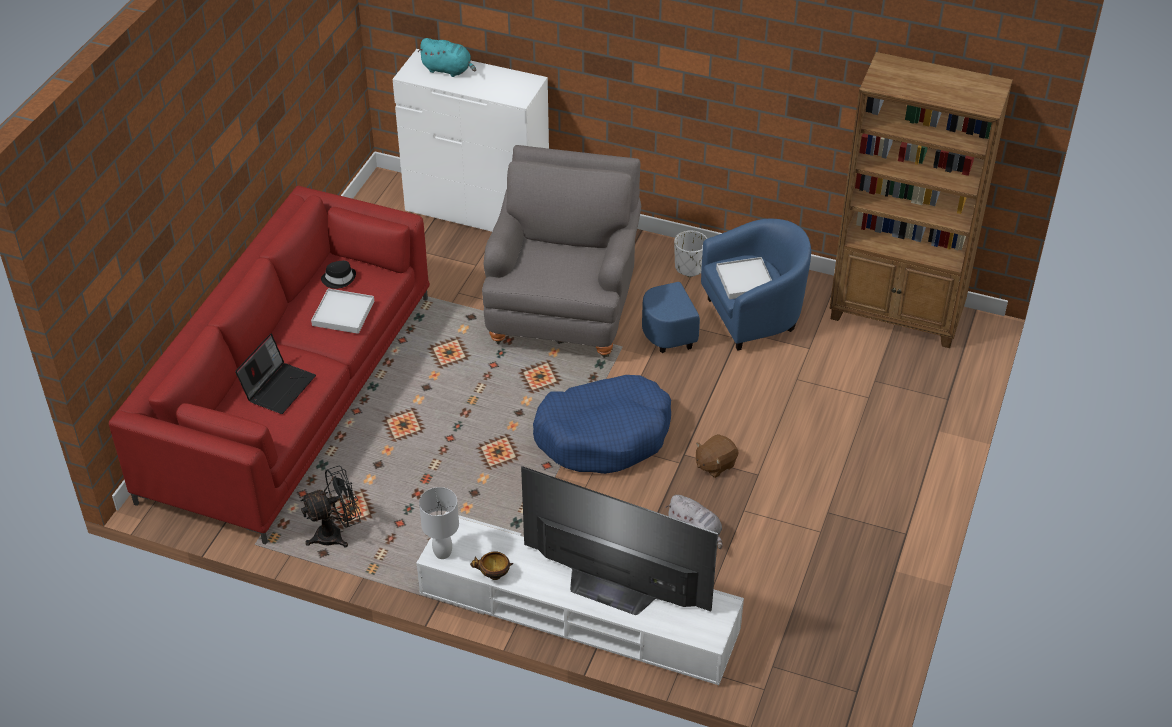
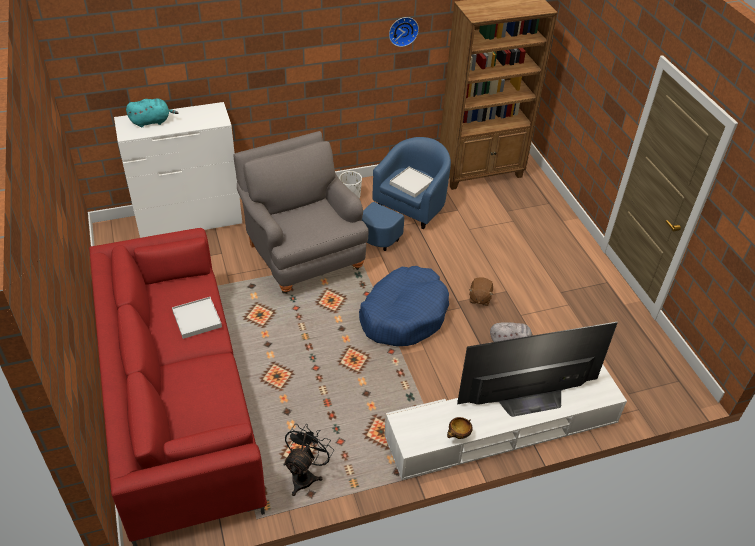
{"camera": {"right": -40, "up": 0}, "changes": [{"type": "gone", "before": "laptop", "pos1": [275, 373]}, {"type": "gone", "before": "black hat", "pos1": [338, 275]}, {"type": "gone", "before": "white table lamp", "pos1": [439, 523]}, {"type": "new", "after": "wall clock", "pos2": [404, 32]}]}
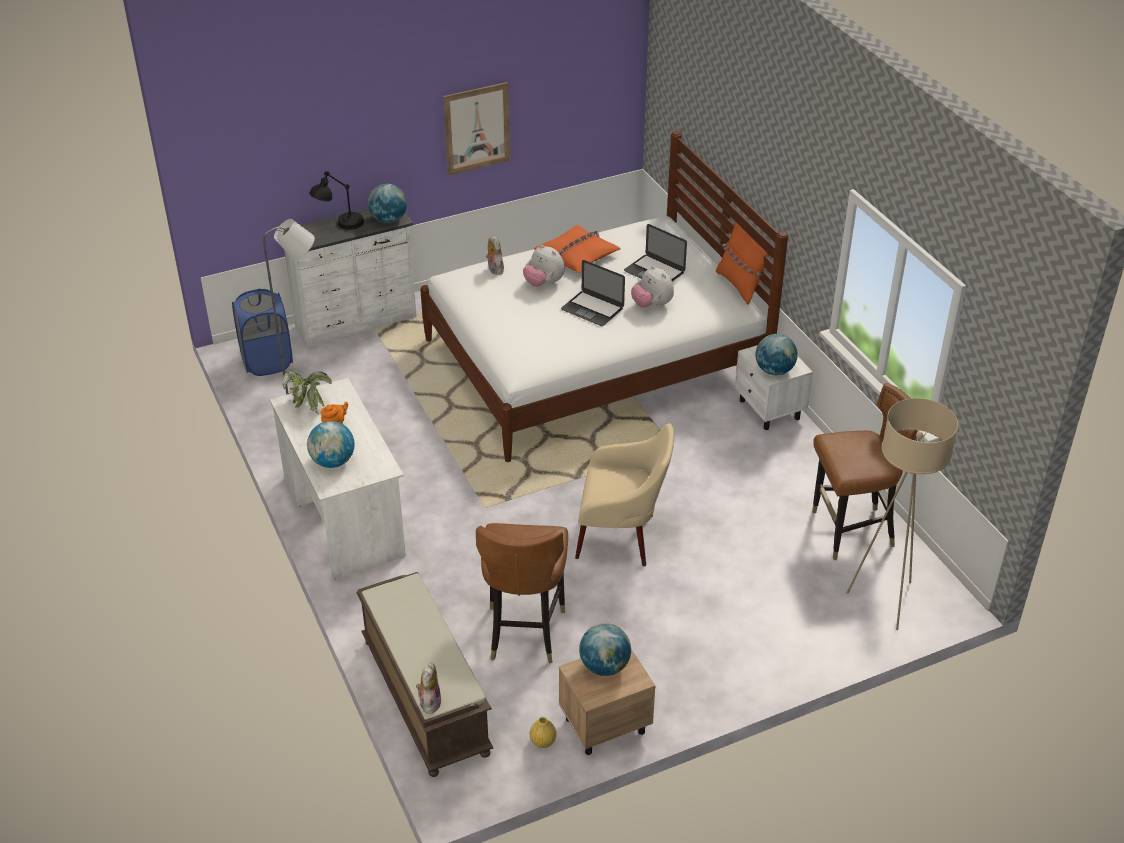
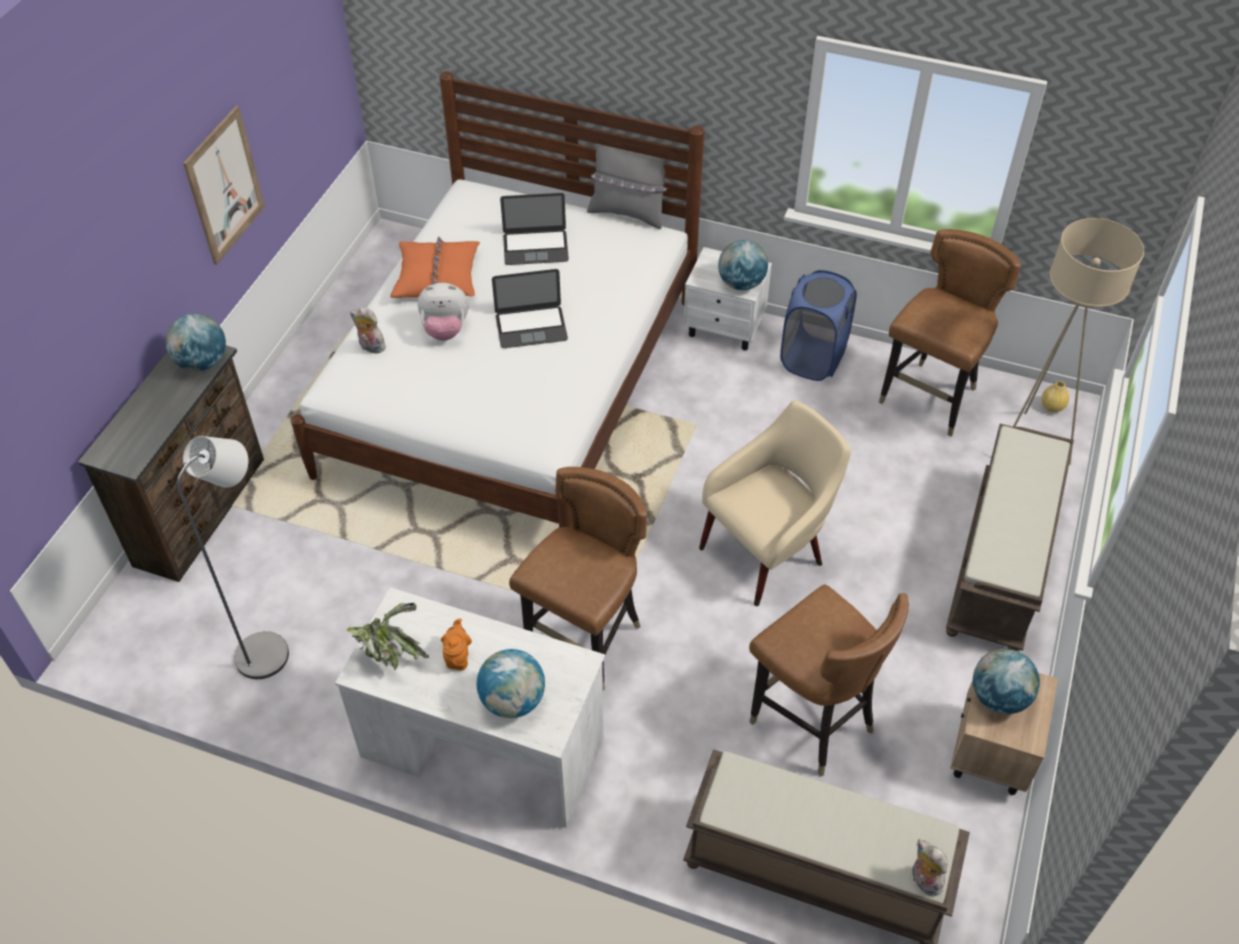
{"camera": {"right": -45, "up": 10}, "changes": [{"type": "gone", "before": "black table lamp", "pos1": [336, 200]}, {"type": "gone", "before": "plush toy", "pos1": [652, 287]}, {"type": "new", "after": "brown chair", "pos2": [578, 579]}, {"type": "new", "after": "brown bench", "pos2": [1010, 538]}, {"type": "shifted", "before": "blue laundry basket", "pos1": [262, 332], "pos2": [818, 325]}, {"type": "shifted", "before": "yellow vase", "pos1": [543, 732], "pos2": [1055, 396]}, {"type": "repainted", "before": "white dresser", "after": "brown dresser", "pos1": [350, 278], "pos2": [171, 464]}, {"type": "repainted", "before": "orange pillow", "after": "grey pillow", "pos1": [742, 264], "pos2": [627, 186]}]}
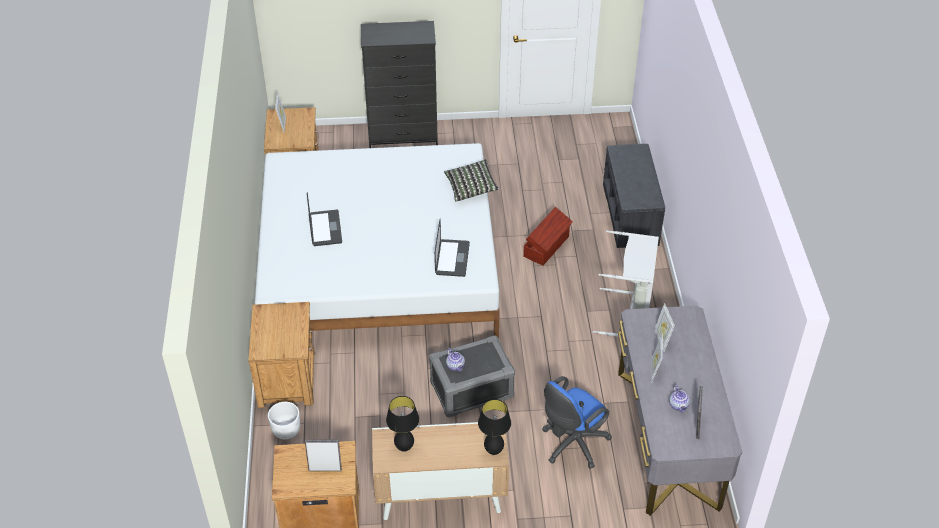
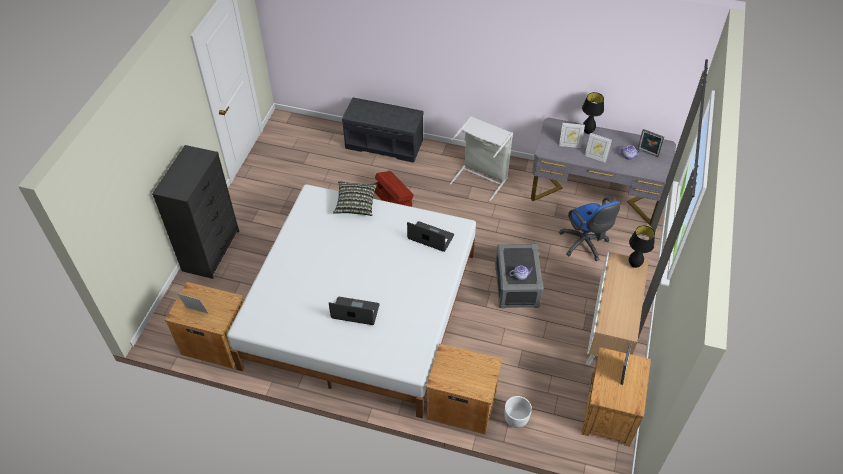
{"camera": {"right": -70, "up": 5}, "changes": [{"type": "shifted", "before": "black table lamp", "pos1": [402, 424], "pos2": [593, 113]}]}
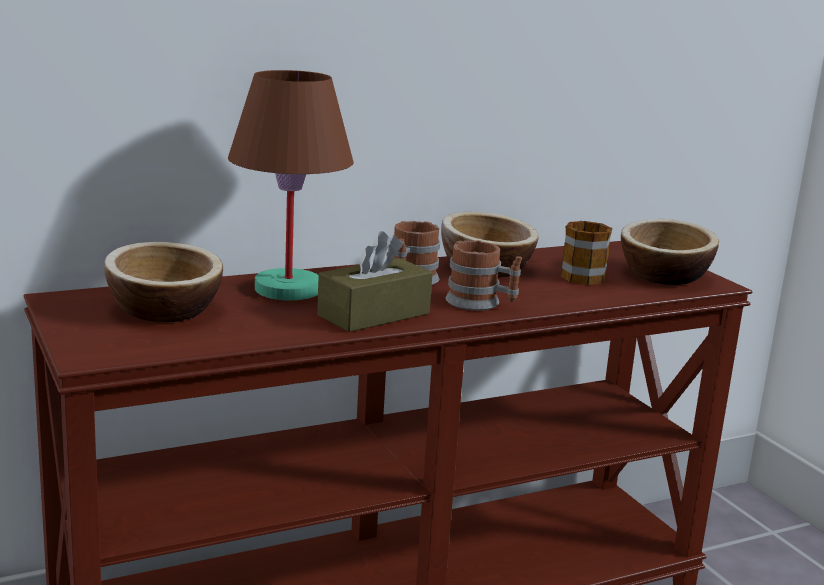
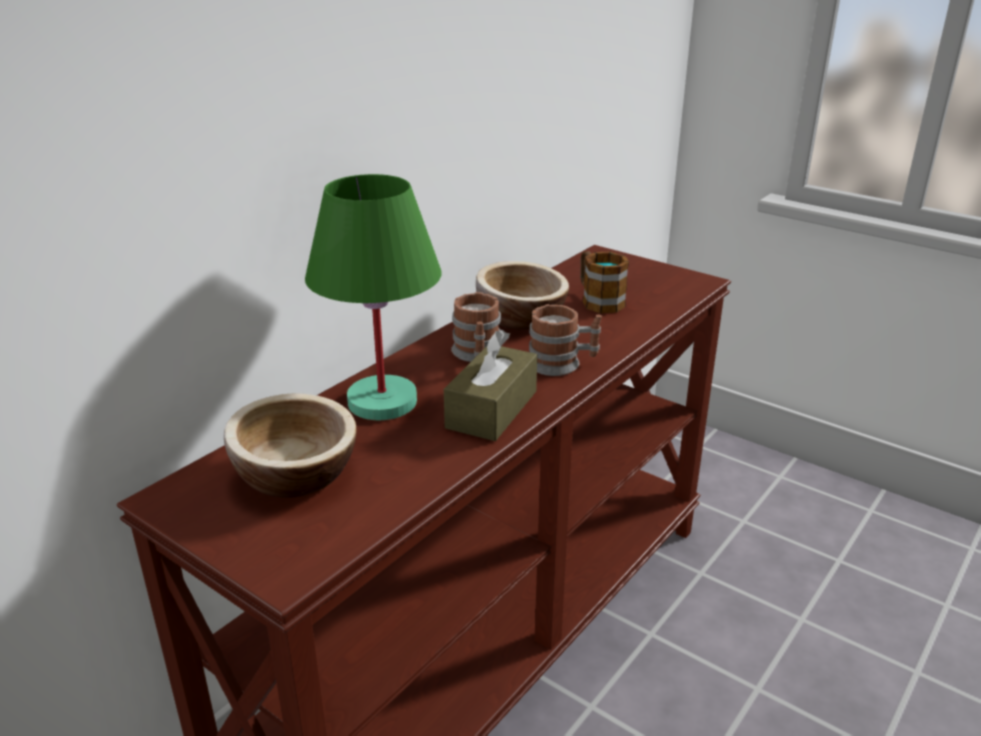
{"camera": {"right": -25, "up": 10}, "changes": [{"type": "gone", "before": "bowl", "pos1": [670, 252]}, {"type": "repainted", "before": "brown table lamp", "after": "green table lamp", "pos1": [291, 185], "pos2": [373, 297]}]}
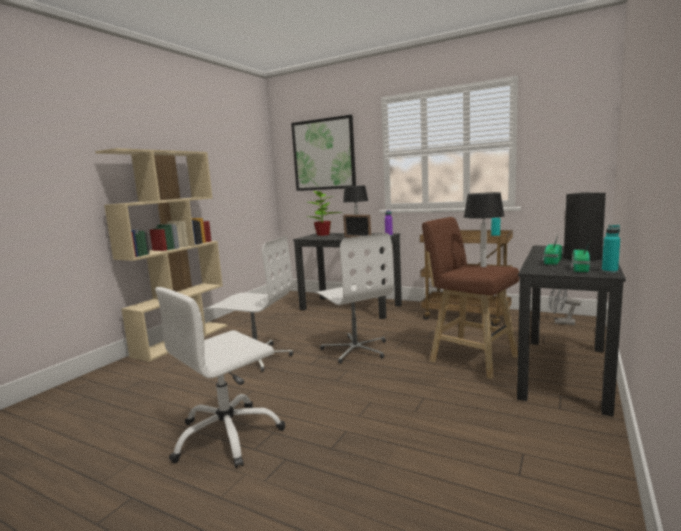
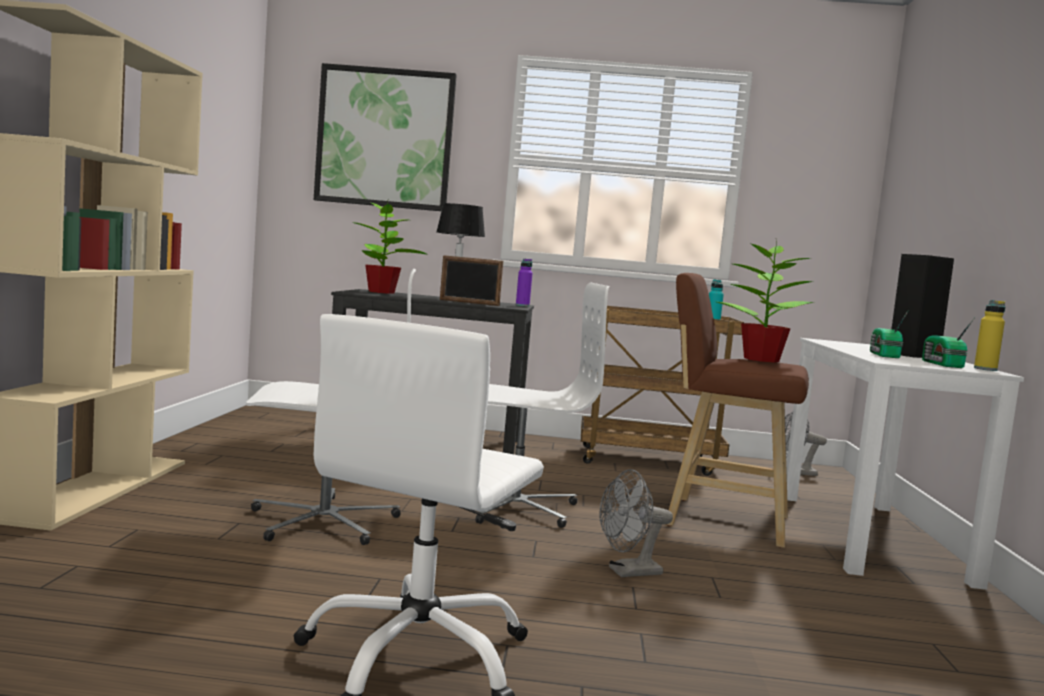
{"camera": {"right": -25, "up": -5}, "changes": [{"type": "new", "after": "grey fan", "pos2": [636, 523]}, {"type": "swapped", "before": "table lamp", "after": "potted plant", "pos1": [484, 229], "pos2": [765, 301]}, {"type": "repainted", "before": "black desk", "after": "white desk", "pos1": [571, 331], "pos2": [905, 464]}, {"type": "repainted", "before": "turquoise bottle", "after": "yellow bottle", "pos1": [611, 249], "pos2": [989, 335]}, {"type": "rotated", "before": "white office chair", "pos1": [354, 298], "pos2": [542, 405], "turn": -45}]}
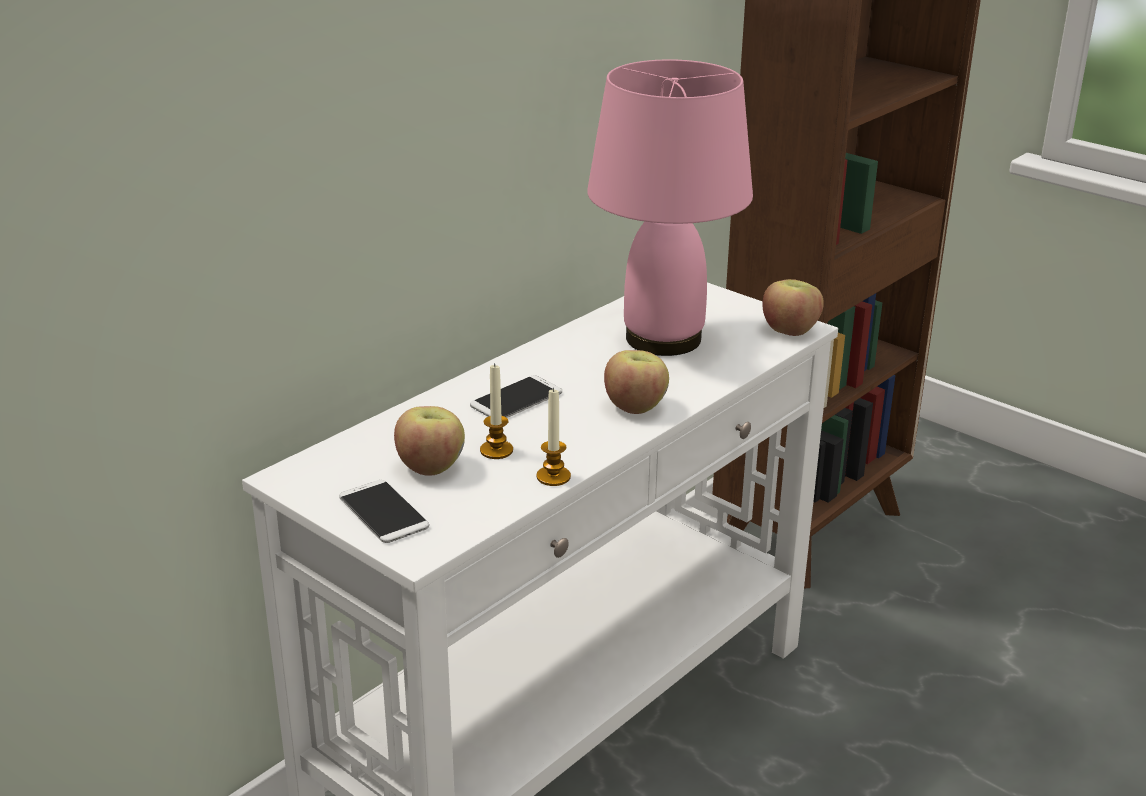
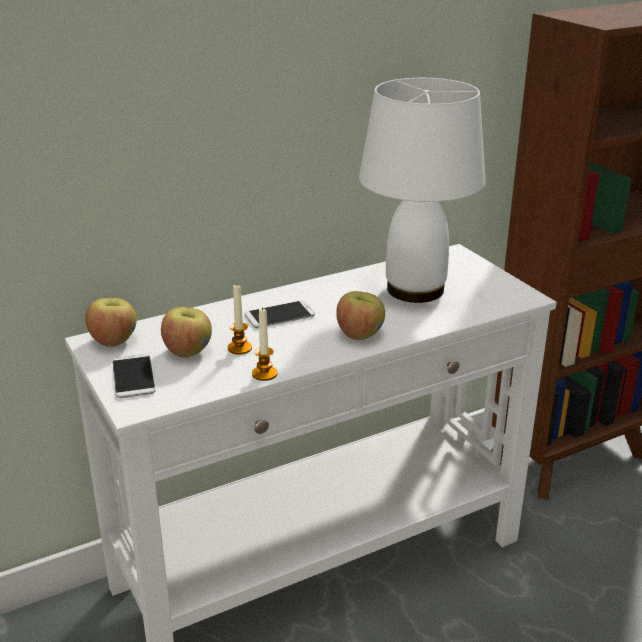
{"camera": {"right": 20, "up": 0}, "changes": [{"type": "shifted", "before": "apple", "pos1": [793, 307], "pos2": [111, 322]}, {"type": "repainted", "before": "pink table lamp", "after": "white table lamp", "pos1": [670, 207], "pos2": [422, 190]}]}
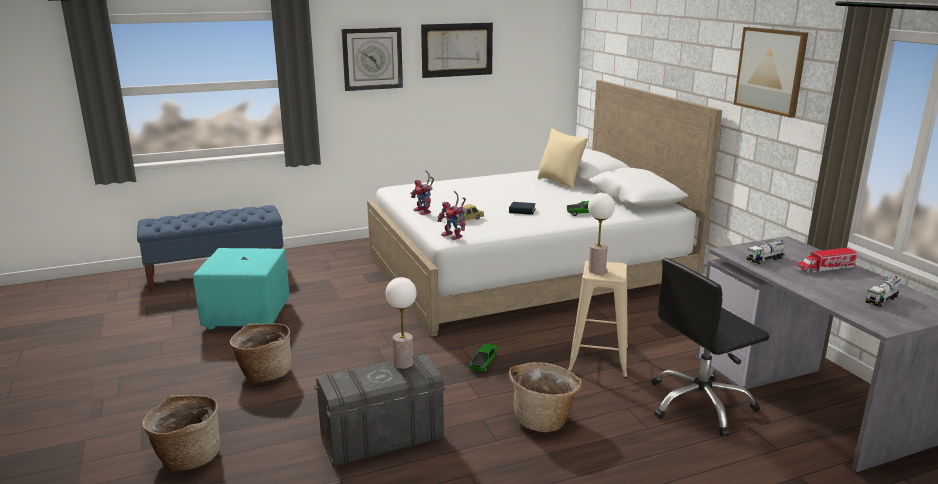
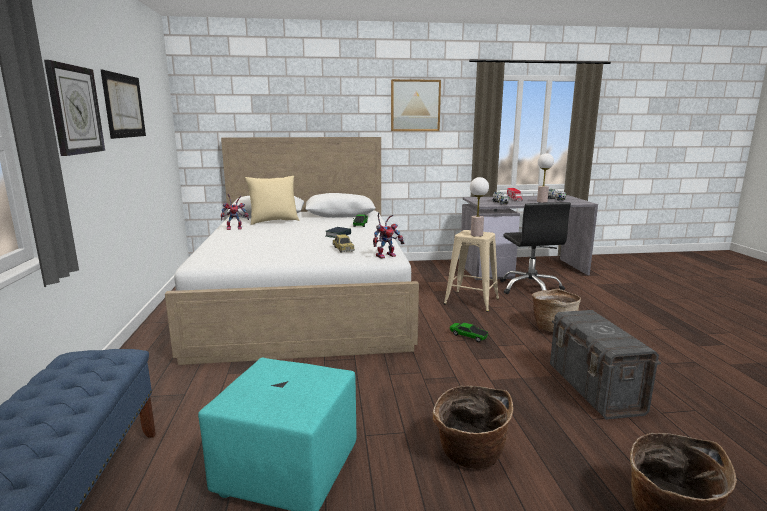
{"camera": {"right": -75, "up": -5}, "changes": [{"type": "shifted", "before": "table lamp", "pos1": [401, 323], "pos2": [545, 178]}, {"type": "shifted", "before": "toy robot", "pos1": [422, 193], "pos2": [235, 212]}]}
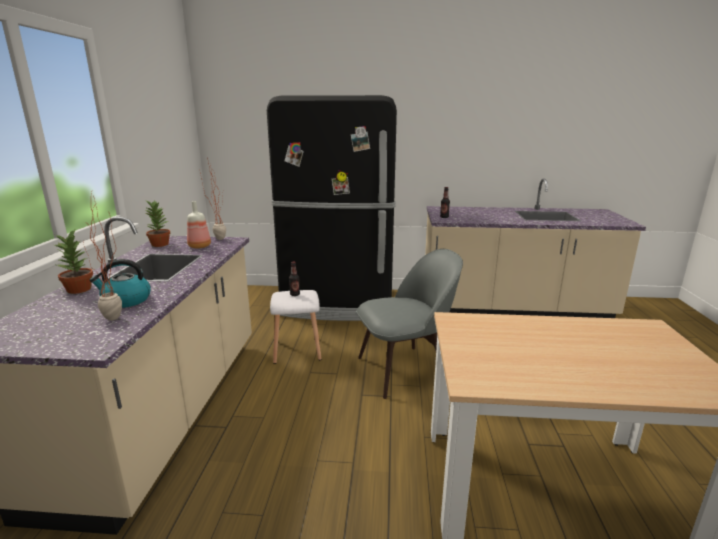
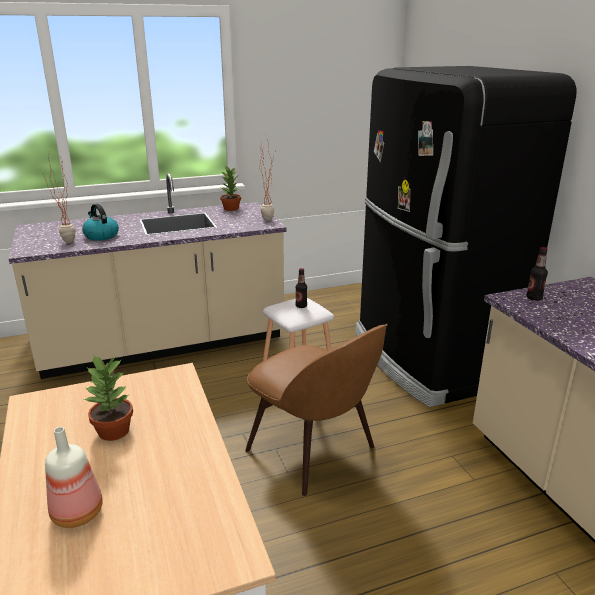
{"camera": {"right": 65, "up": 5}, "changes": [{"type": "shifted", "before": "potted plant", "pos1": [72, 261], "pos2": [108, 397]}, {"type": "shifted", "before": "bottle", "pos1": [199, 225], "pos2": [74, 477]}, {"type": "repainted", "before": "grey chair", "after": "brown chair", "pos1": [409, 324], "pos2": [316, 410]}]}
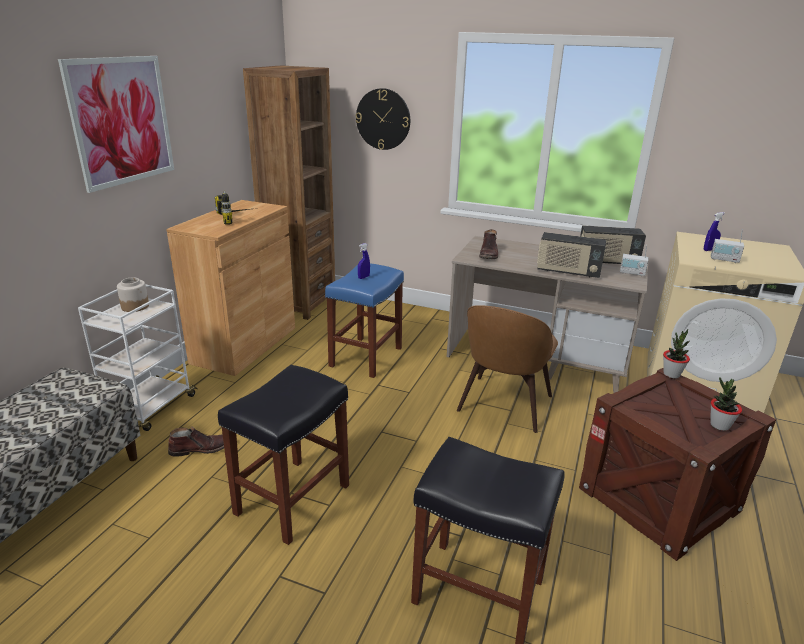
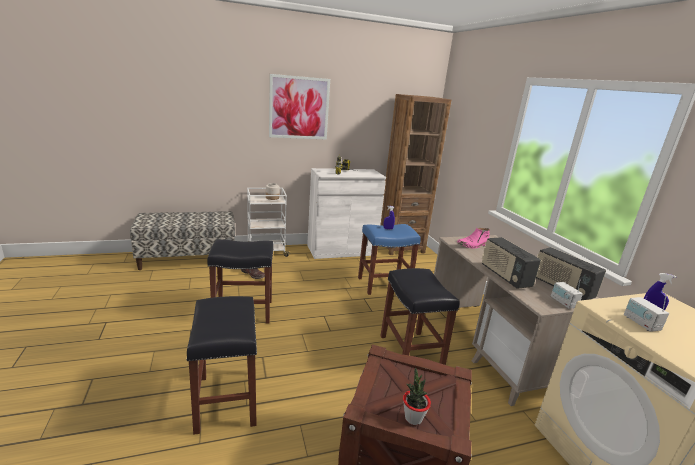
{"camera": {"right": 50, "up": -5}, "changes": [{"type": "gone", "before": "wall clock", "pos1": [383, 119]}, {"type": "gone", "before": "potted plant", "pos1": [676, 353]}, {"type": "swapped", "before": "brown chair", "after": "black stool", "pos1": [507, 369], "pos2": [419, 316]}, {"type": "repainted", "before": "brown cabinet", "after": "white cabinet", "pos1": [230, 288], "pos2": [346, 213]}, {"type": "repainted", "before": "brown boot", "after": "pink boot", "pos1": [488, 244], "pos2": [473, 238]}]}
